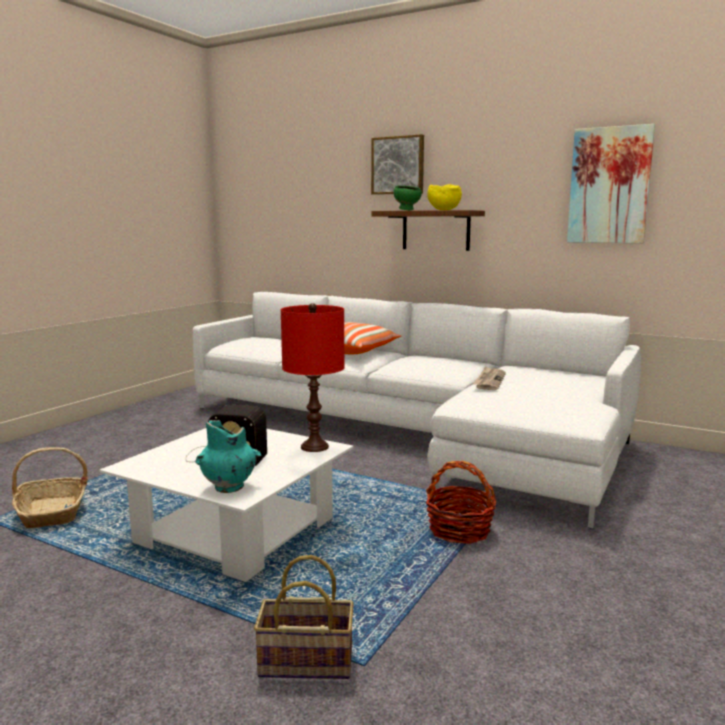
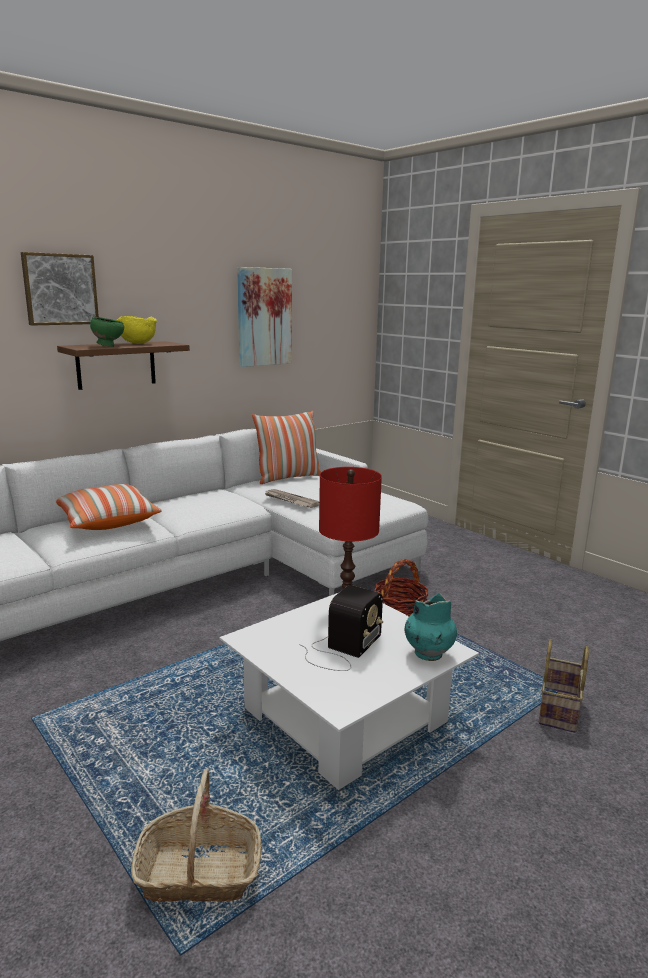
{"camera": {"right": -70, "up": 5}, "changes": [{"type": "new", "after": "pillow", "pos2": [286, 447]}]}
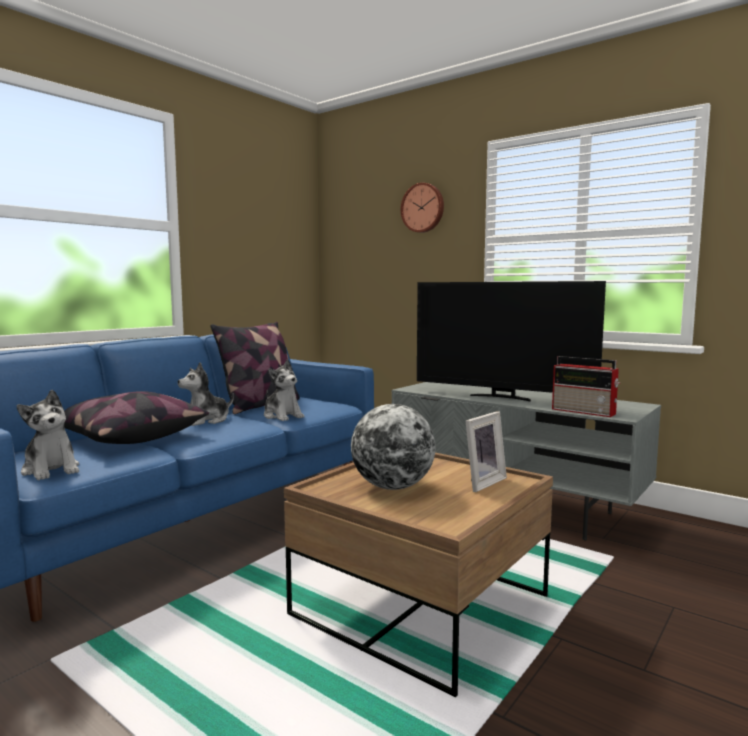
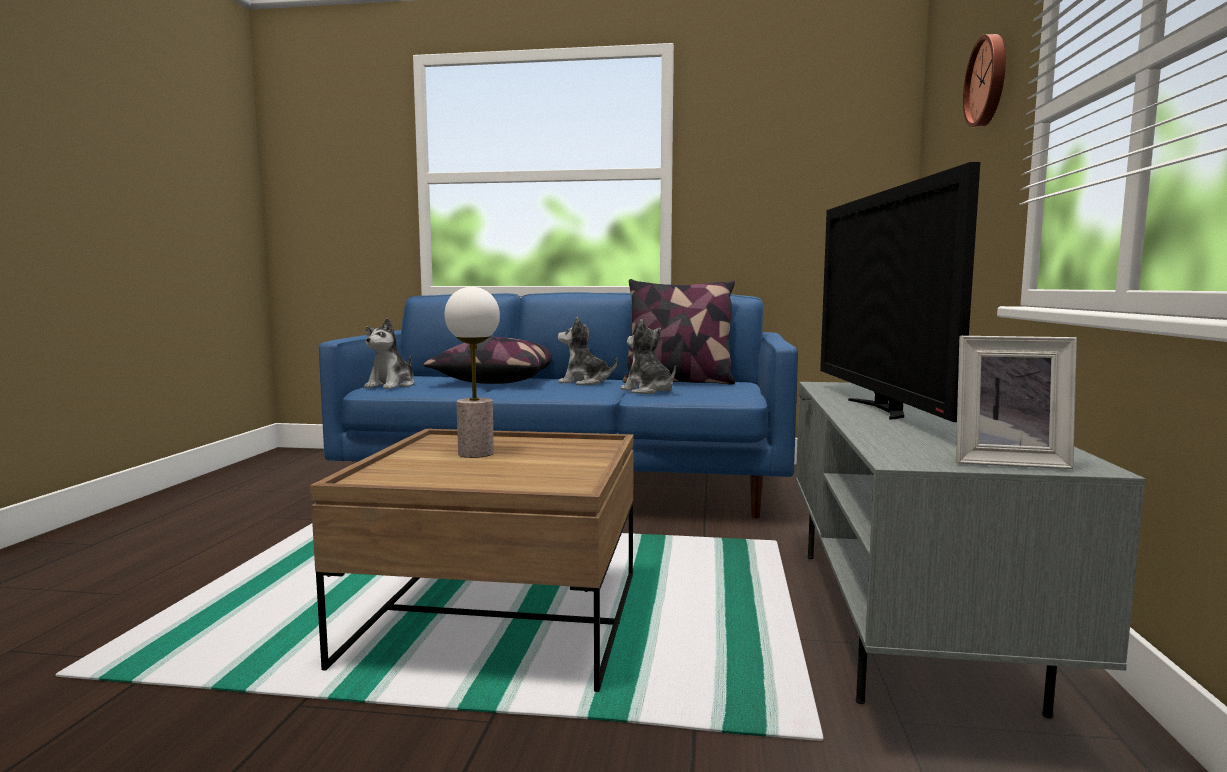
{"camera": {"right": 60, "up": 0}, "changes": [{"type": "gone", "before": "radio", "pos1": [586, 386]}, {"type": "shifted", "before": "picture frame", "pos1": [486, 451], "pos2": [1016, 402]}, {"type": "swapped", "before": "globe", "after": "table lamp", "pos1": [393, 447], "pos2": [472, 372]}, {"type": "rotated", "before": "plush toy", "pos1": [284, 390], "pos2": [648, 356], "turn": 120}]}
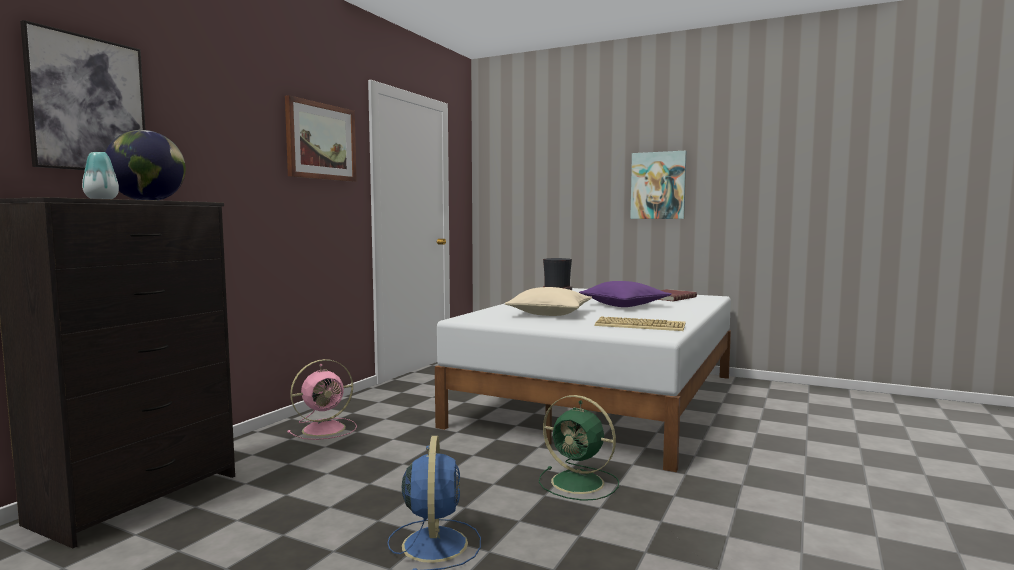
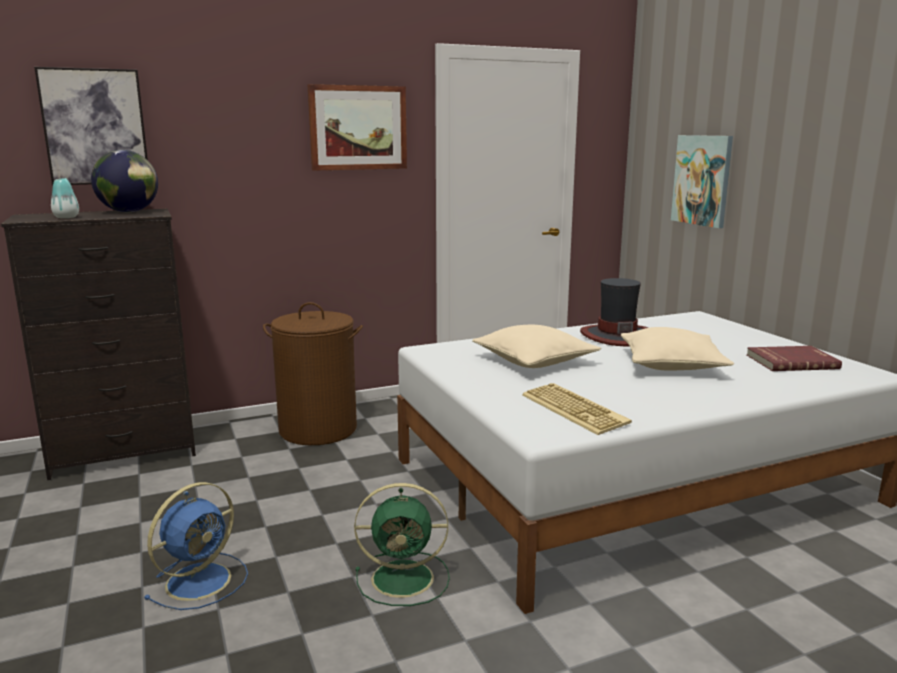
{"camera": {"right": 40, "up": 10}, "changes": [{"type": "shifted", "before": "picture", "pos1": [658, 185], "pos2": [702, 181]}, {"type": "swapped", "before": "pink fan", "after": "brown laundry basket", "pos1": [322, 399], "pos2": [313, 373]}, {"type": "repainted", "before": "purple pillow", "after": "beige pillow", "pos1": [625, 294], "pos2": [677, 349]}, {"type": "rotated", "before": "green fan", "pos1": [579, 448], "pos2": [402, 544], "turn": -75}]}
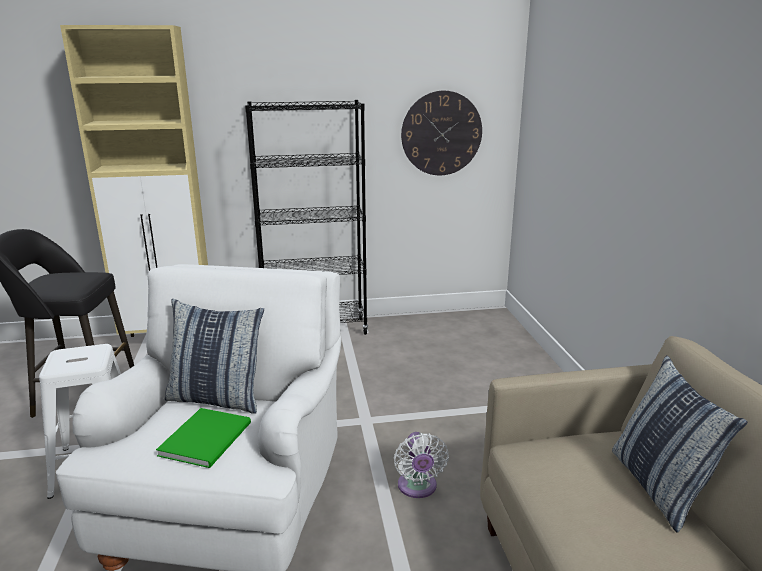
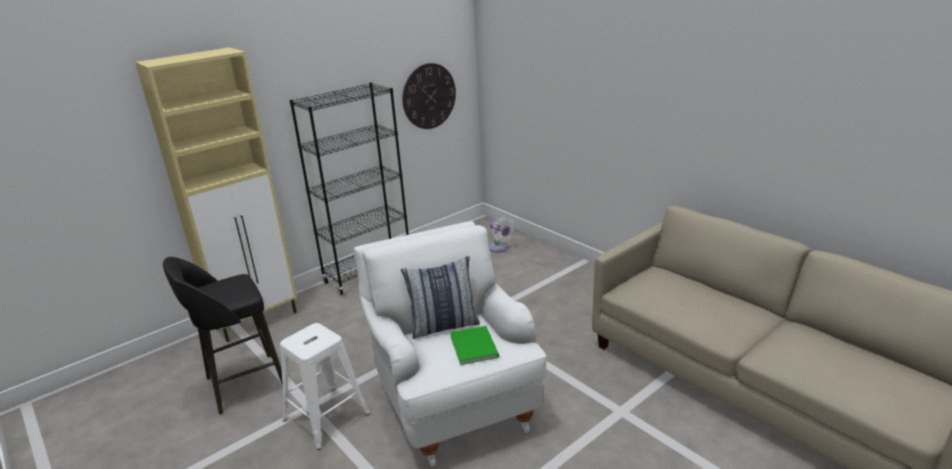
{"camera": {"right": -30, "up": 5}, "changes": [{"type": "gone", "before": "pillow", "pos1": [680, 444]}, {"type": "shifted", "before": "white fan", "pos1": [421, 465], "pos2": [501, 234]}]}
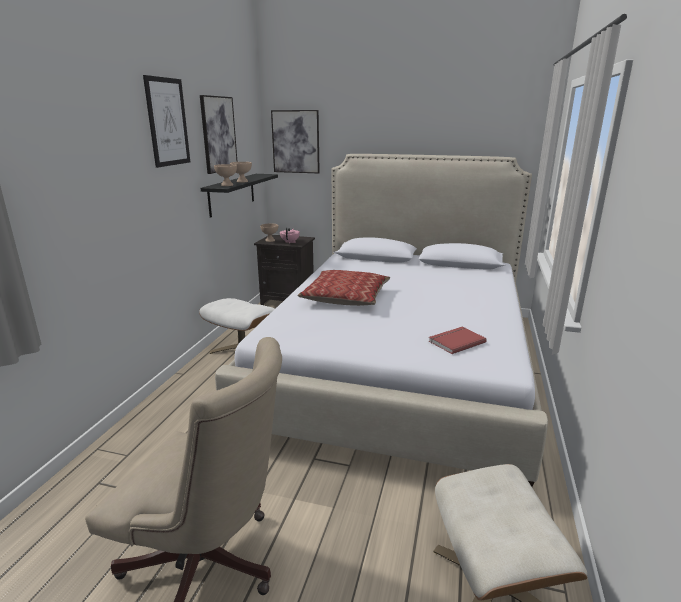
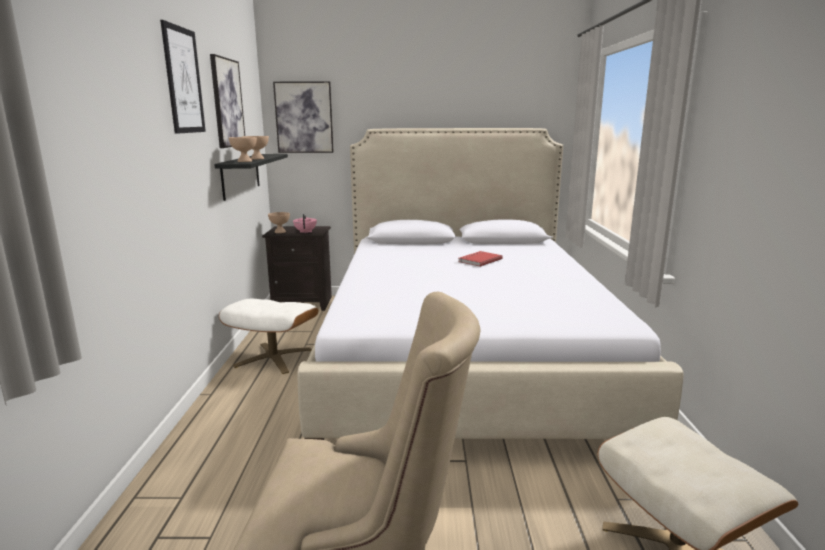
{"camera": {"right": -15, "up": -5}, "changes": [{"type": "gone", "before": "pillow", "pos1": [343, 288]}, {"type": "shifted", "before": "red book", "pos1": [458, 340], "pos2": [480, 259]}]}
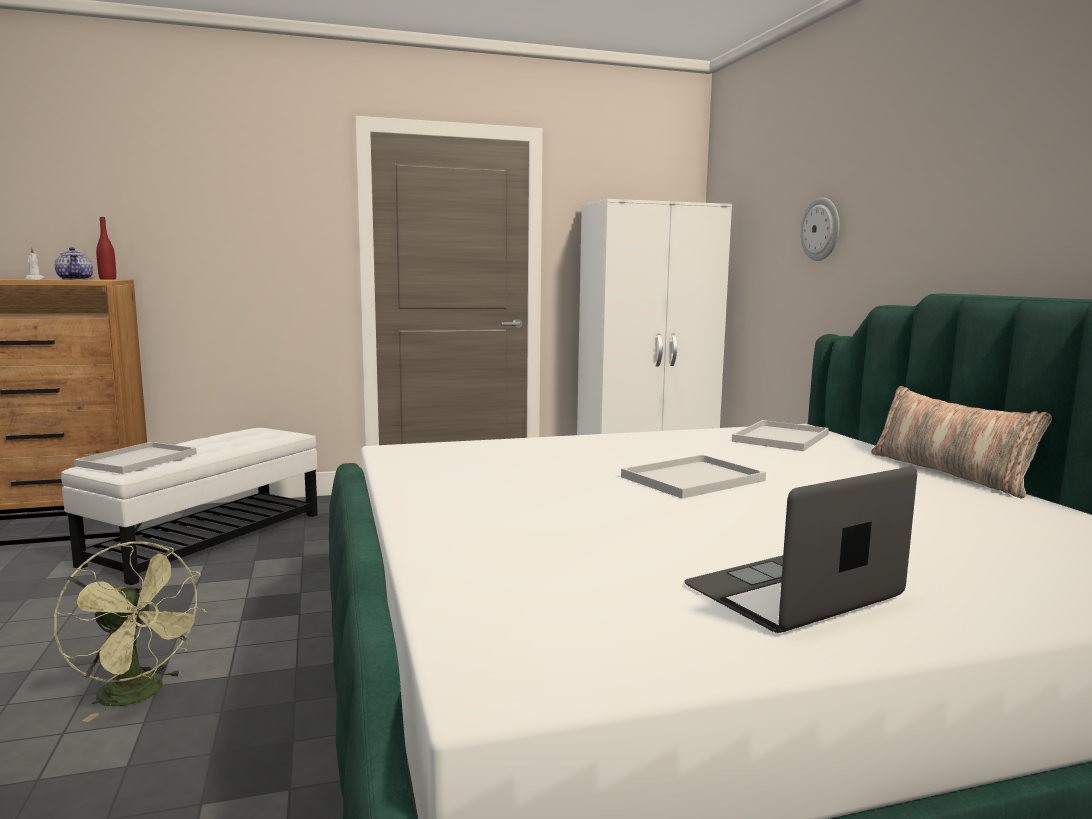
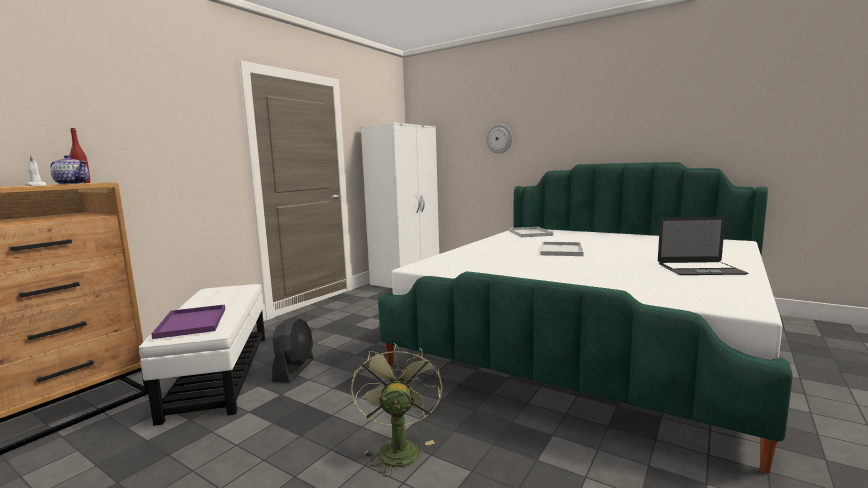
{"camera": {"right": -40, "up": 0}, "changes": [{"type": "gone", "before": "pillow", "pos1": [961, 442]}, {"type": "new", "after": "black fan", "pos2": [293, 350]}, {"type": "repainted", "before": "white tray", "after": "purple tray", "pos1": [135, 458], "pos2": [188, 322]}, {"type": "rotated", "before": "green fan", "pos1": [130, 632], "pos2": [396, 410], "turn": -90}, {"type": "rotated", "before": "laptop", "pos1": [801, 549], "pos2": [703, 246], "turn": -105}]}
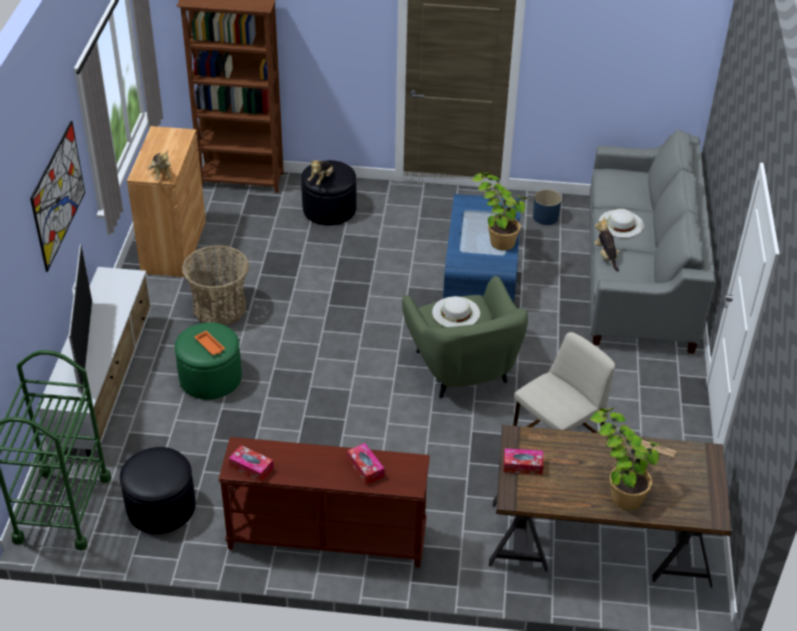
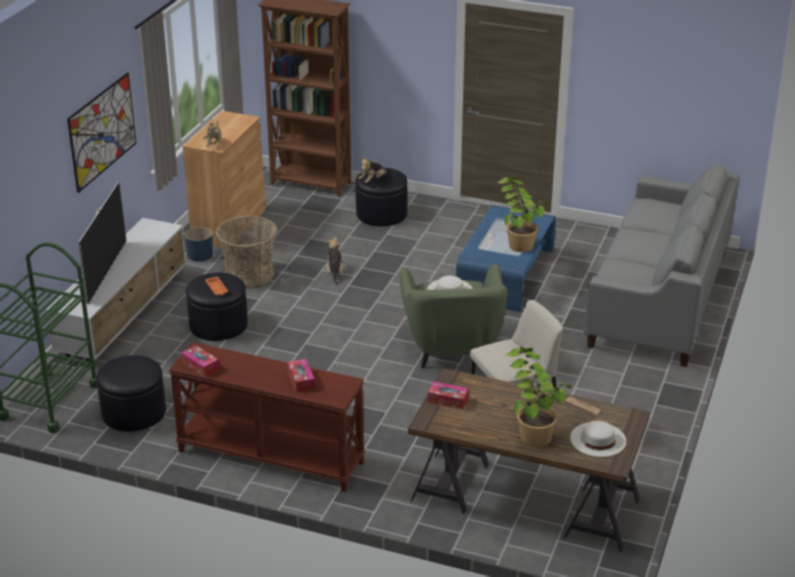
{"camera": {"right": 15, "up": -10}, "changes": [{"type": "shifted", "before": "blue planter", "pos1": [547, 207], "pos2": [199, 244]}, {"type": "shifted", "before": "plush toy", "pos1": [607, 244], "pos2": [336, 260]}, {"type": "shifted", "before": "white hat", "pos1": [621, 223], "pos2": [598, 439]}, {"type": "repainted", "before": "green ottoman", "after": "black ottoman", "pos1": [208, 361], "pos2": [217, 307]}]}
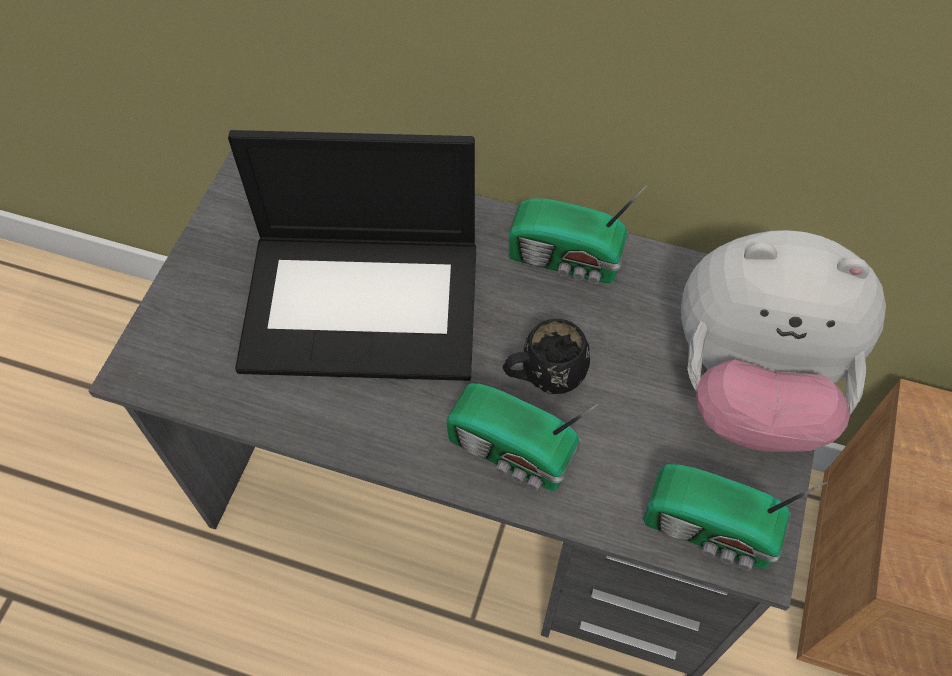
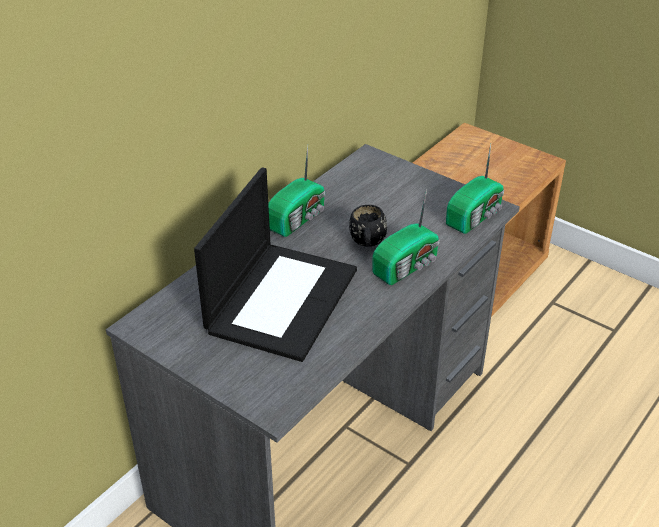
{"camera": {"right": -70, "up": -20}, "changes": [{"type": "gone", "before": "plush toy", "pos1": [783, 341]}]}
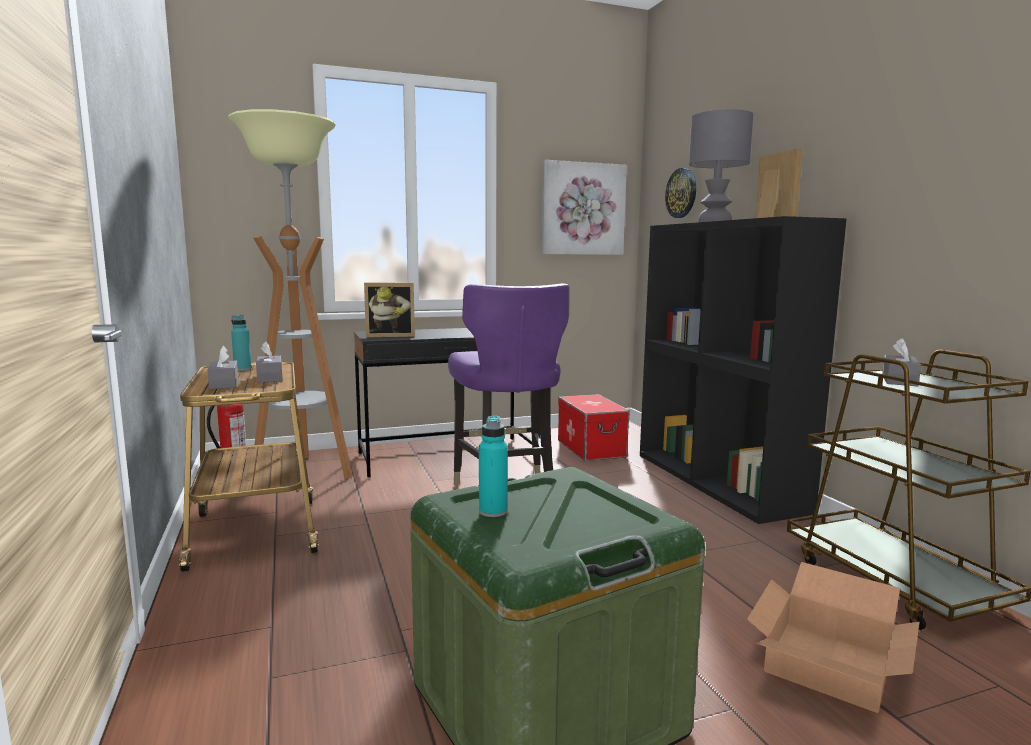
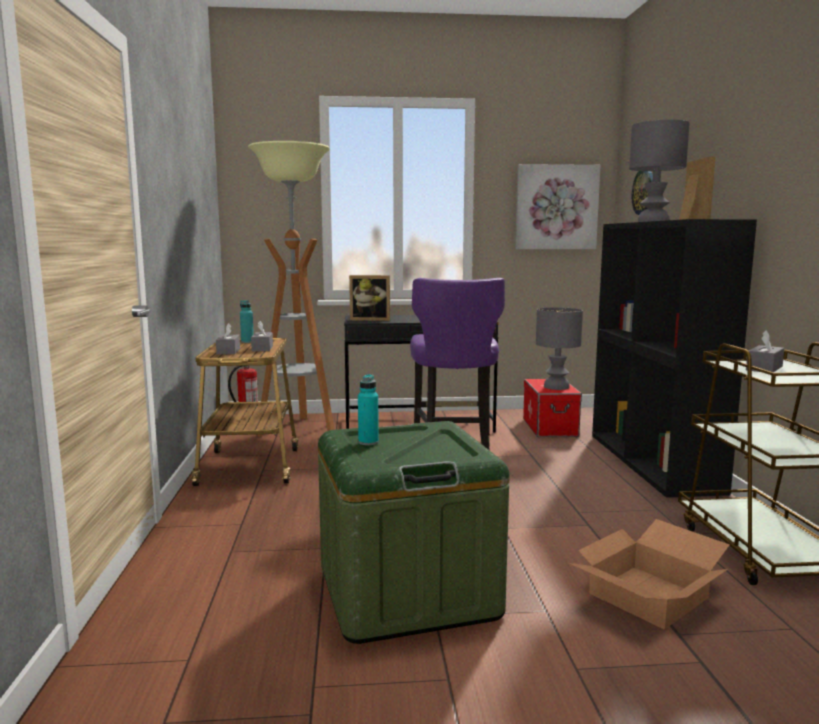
{"camera": {"right": 15, "up": 0}, "changes": [{"type": "new", "after": "grey table lamp", "pos2": [559, 348]}]}
